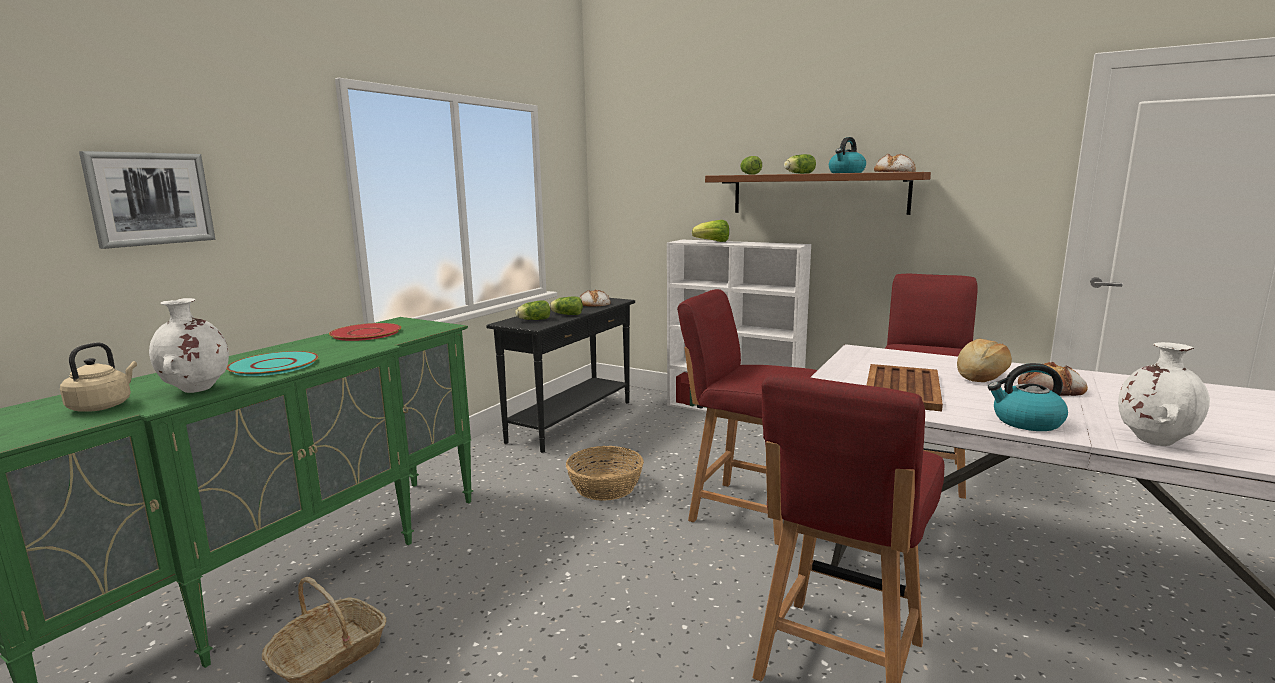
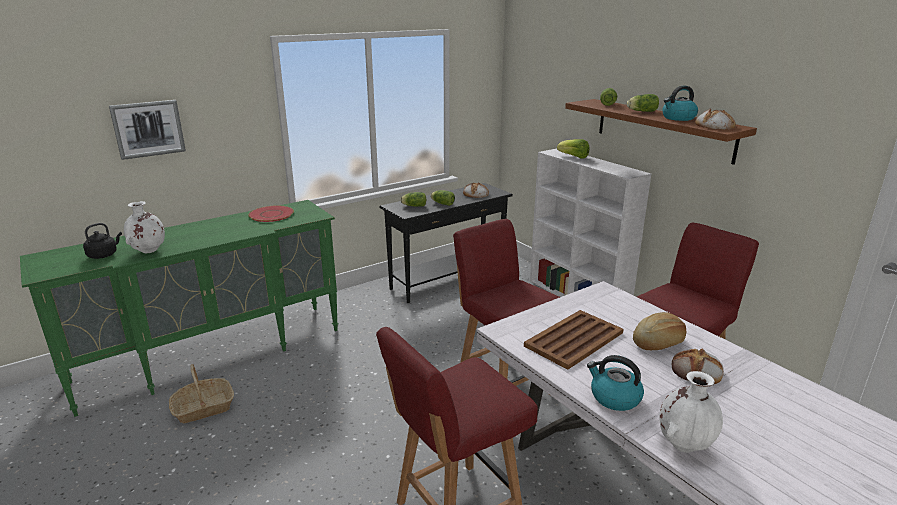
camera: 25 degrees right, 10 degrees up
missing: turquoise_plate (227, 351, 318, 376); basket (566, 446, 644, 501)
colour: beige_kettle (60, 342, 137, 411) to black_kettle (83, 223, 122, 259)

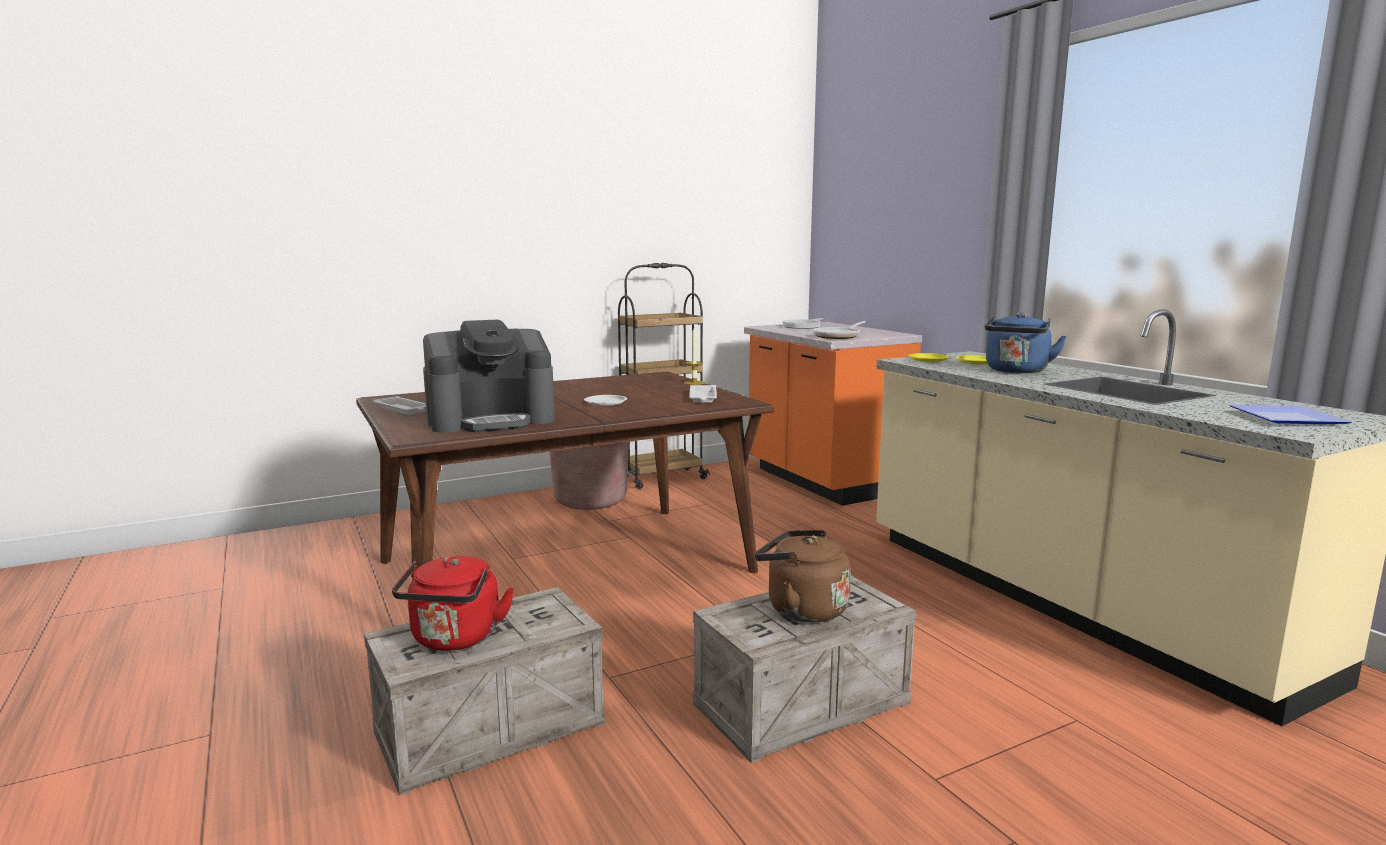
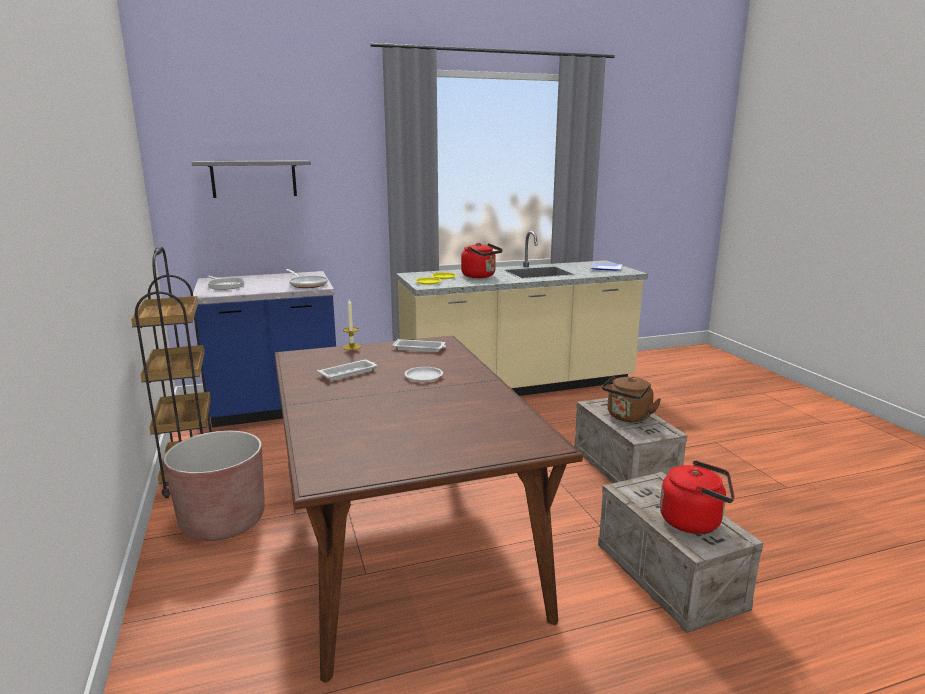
camera: 80 degrees left, 5 degrees up
missing: coffee_machine (423, 320, 555, 433)
appeared: grey_shelf (191, 160, 311, 198)
relocated: white_tray (373, 396, 426, 415) to (317, 360, 377, 380)
colour: orange_counter (744, 322, 922, 506) to blue_counter (193, 271, 336, 427); blue_kettle (985, 312, 1067, 373) to red_kettle (461, 243, 503, 278)

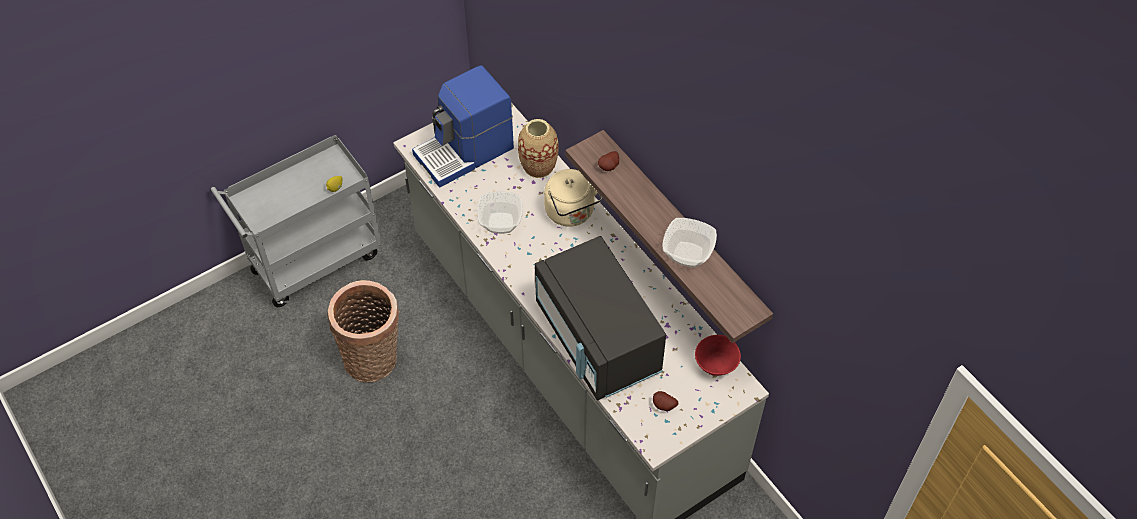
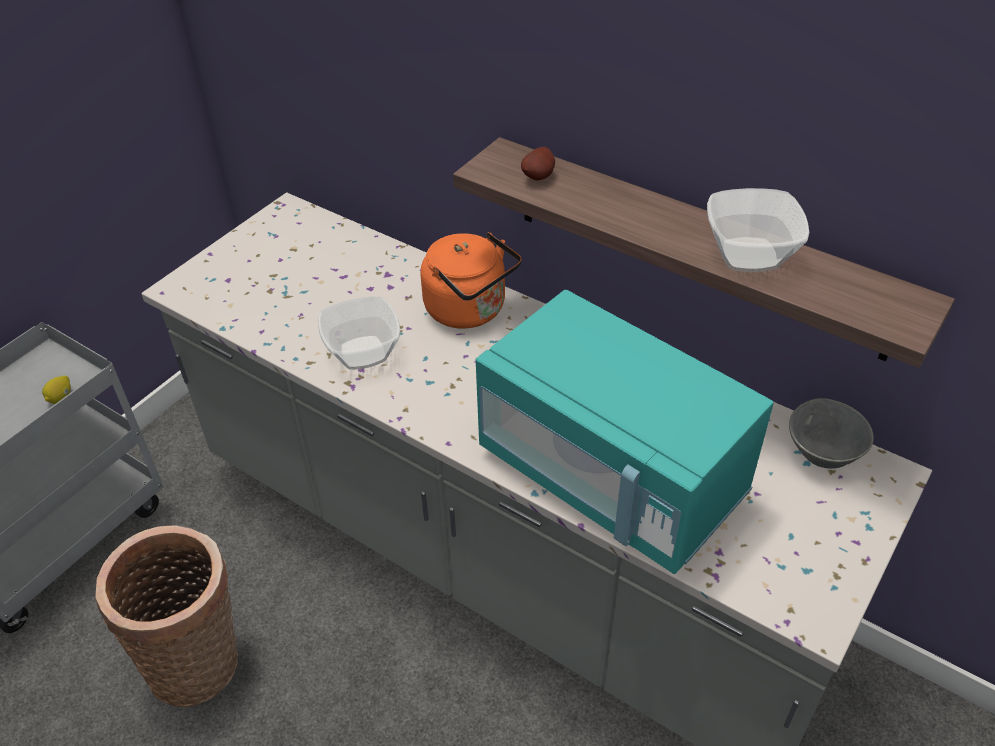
camera: 20 degrees left, 10 degrees down
missing: coffee_machine (412, 65, 514, 188); vase (518, 119, 559, 178); potato (653, 391, 678, 411)
colour: black_microwave (535, 236, 666, 400) to turquoise_microwave (476, 290, 774, 574); beige_kettle (544, 169, 602, 227) to orange_kettle (421, 232, 522, 328); red_bowl (695, 335, 741, 376) to grey_bowl (789, 398, 874, 469)

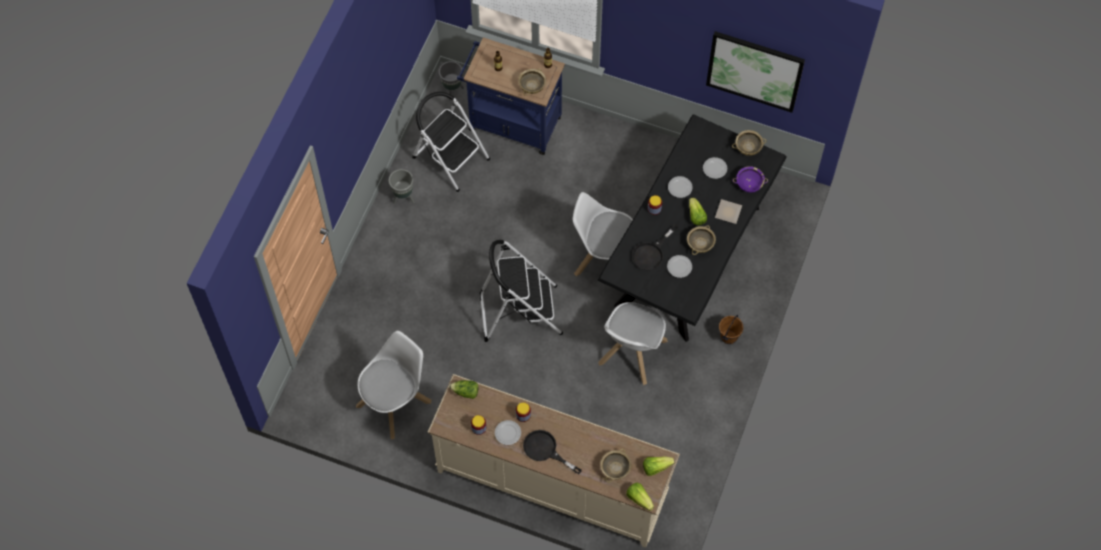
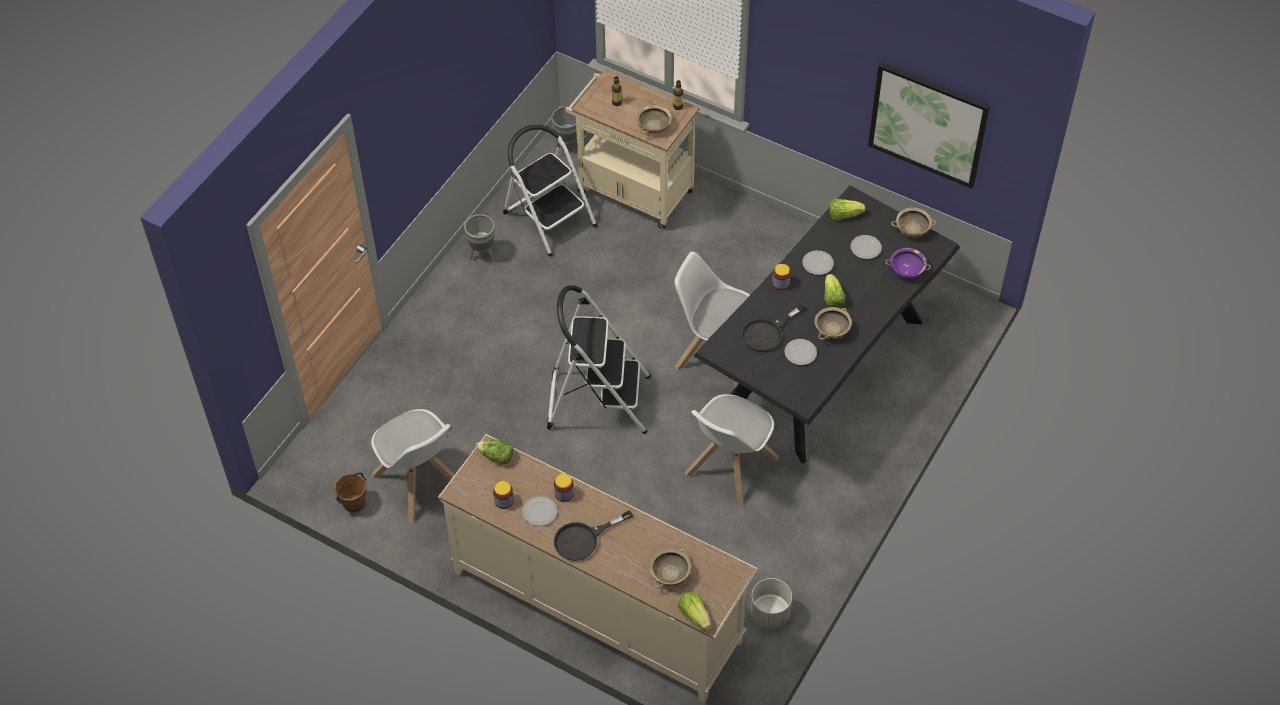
camera: 10 degrees right, 10 degrees down
missing: plate (715, 199, 742, 224)
appeared: grey_planter (750, 578, 792, 629)
relocated: lettuce (643, 456, 674, 476) to (829, 199, 865, 221); brown_bucket (719, 315, 744, 344) to (334, 473, 367, 513)
colour: blue_cart (457, 37, 565, 155) to beige_cart (565, 68, 699, 230)
spun: chair (356, 331, 431, 439) = (371, 409, 455, 522) 90 degrees clockwise; black_frying_pan (523, 430, 582, 474) = (554, 510, 633, 561) 75 degrees counterclockwise

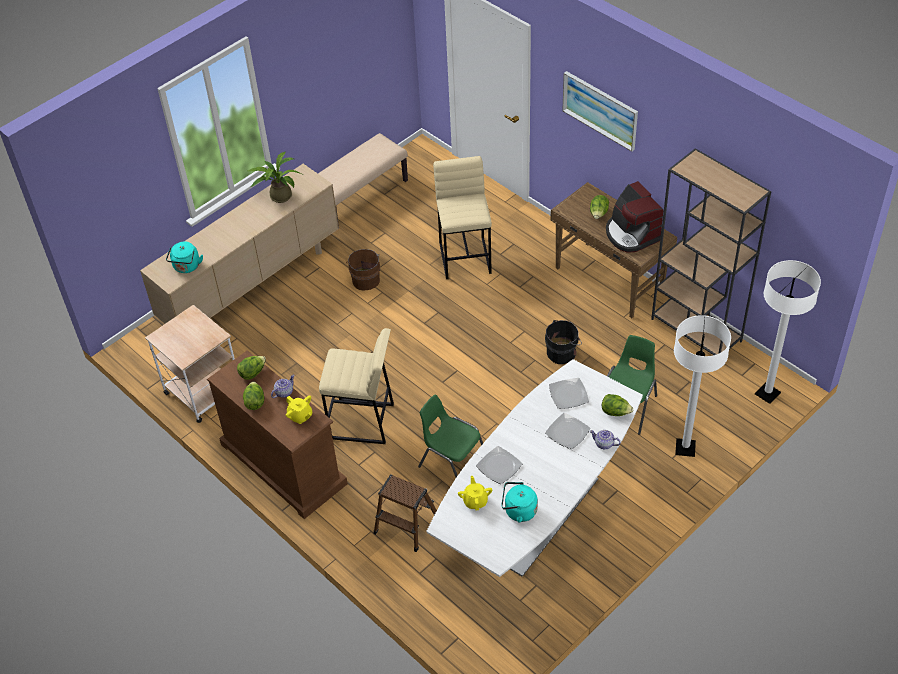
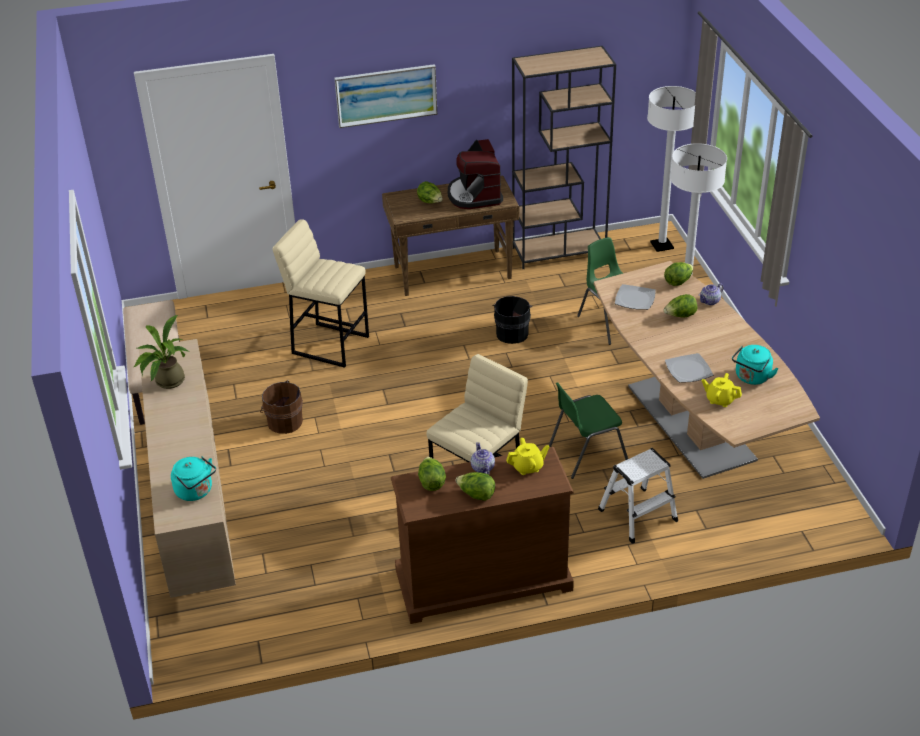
camera: 60 degrees left, 10 degrees down
missing: beige_cart (145, 305, 235, 423)
exchanged: plate (545, 413, 591, 449) to lettuce (664, 294, 697, 318)
colour: brown_step_ladder (373, 474, 437, 552) to white_step_ladder (598, 448, 678, 544); white_dining_table (427, 359, 643, 577) to brown_dining_table (594, 261, 820, 479)
spun: coffee_machine (606, 181, 664, 253) = (448, 139, 503, 209) 75 degrees clockwise

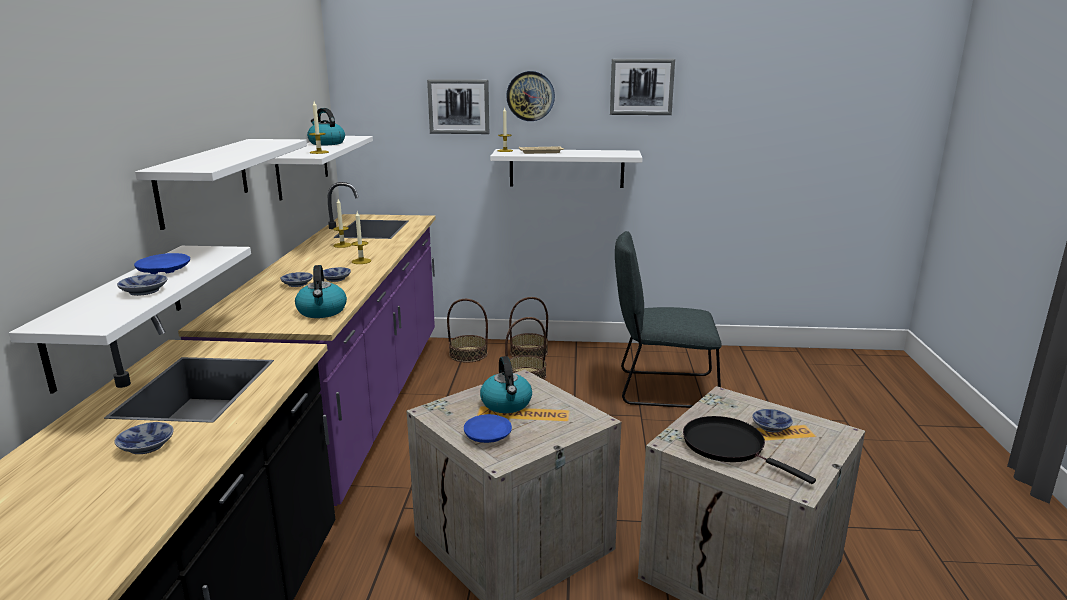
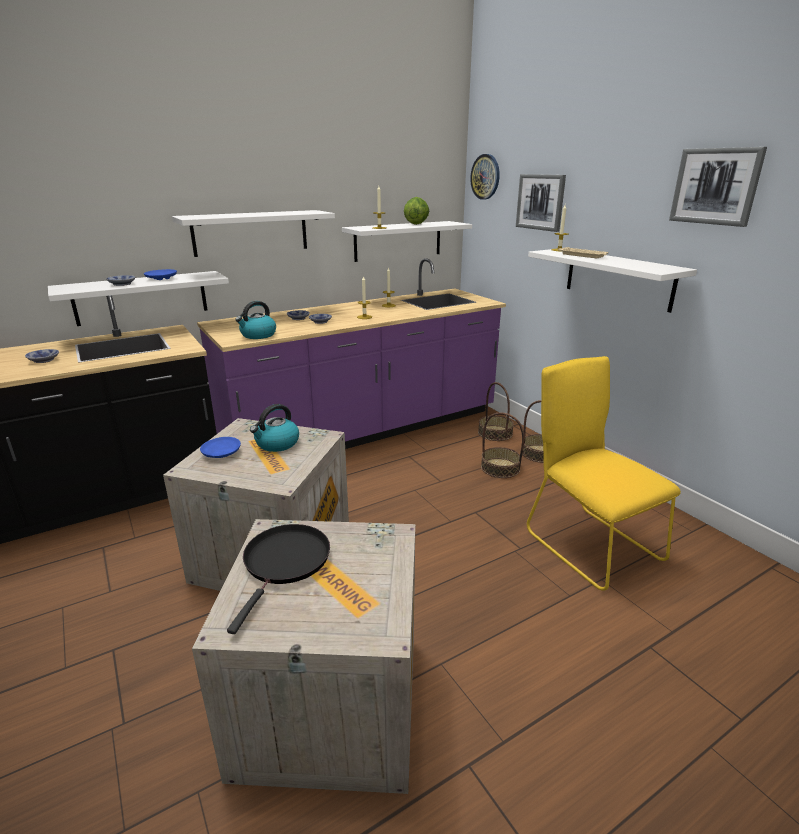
camera: 55 degrees right, 5 degrees up
missing: bowl (752, 409, 793, 432)
relocated: wall_clock (506, 71, 555, 121) to (470, 154, 500, 200)
exchanged: kettle (307, 108, 345, 145) to lettuce (404, 197, 429, 225)
colour: grey_chair (615, 231, 722, 408) to yellow_chair (527, 356, 681, 591)

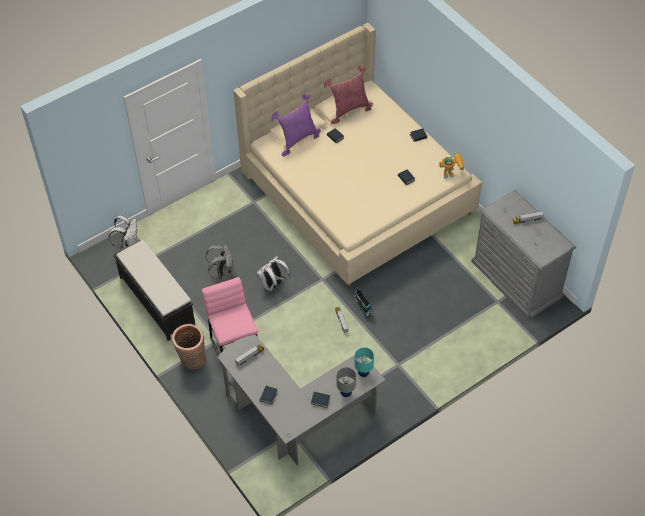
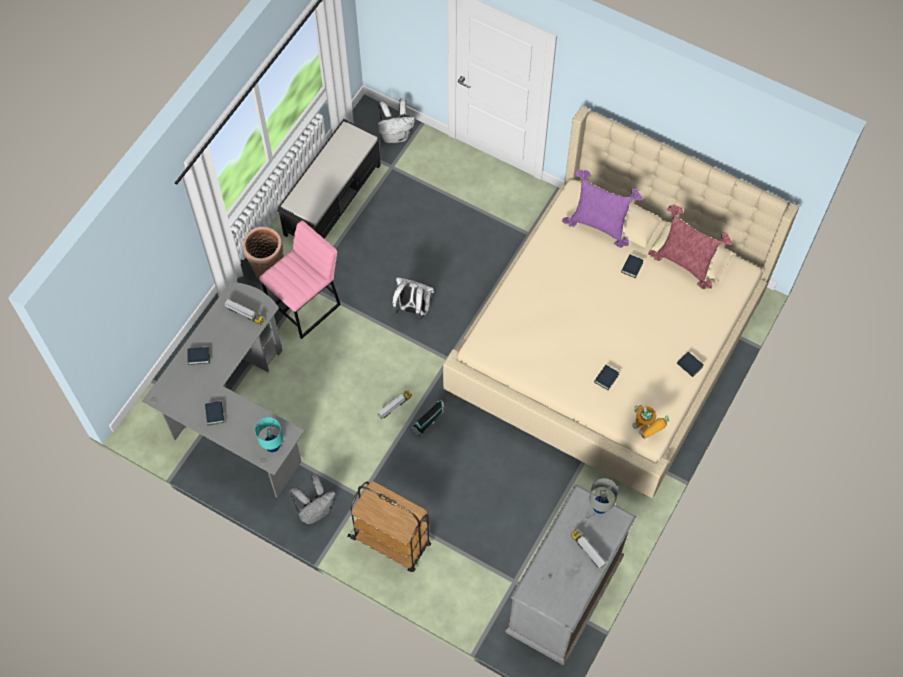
camera: 65 degrees right, 10 degrees up
appeared: brown_cart (347, 481, 431, 572)
relocated: grey_backpack (205, 244, 234, 281) to (289, 474, 336, 524); grey_table_lamp (337, 367, 356, 397) to (589, 478, 618, 514)

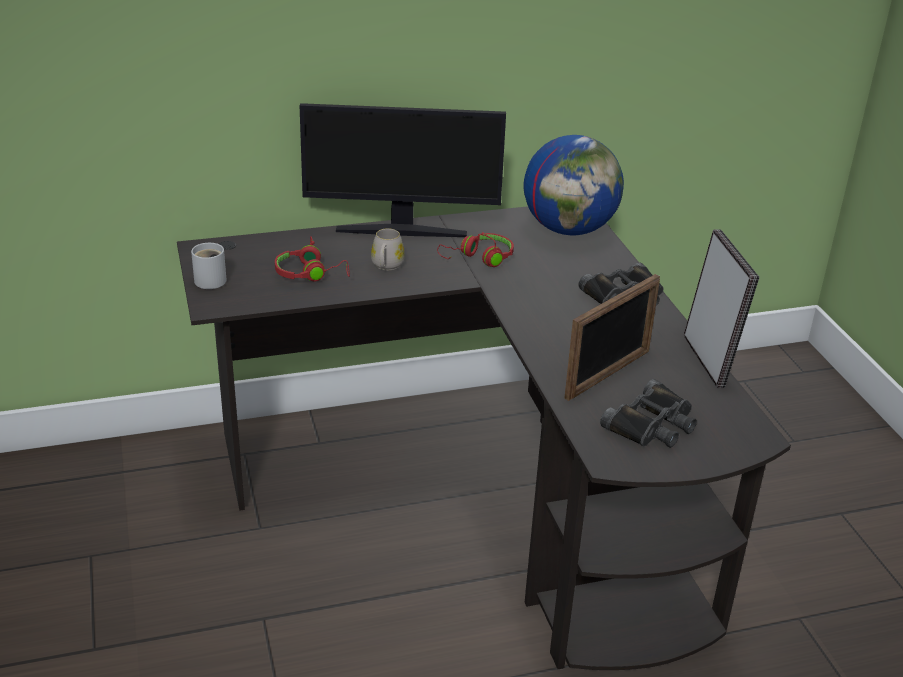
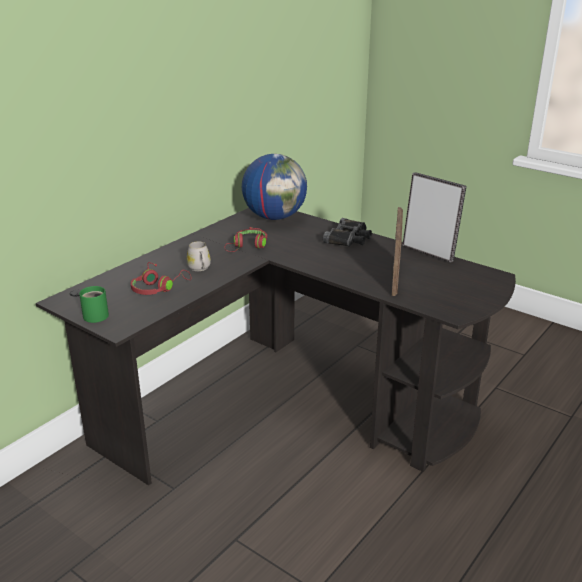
camera: 35 degrees left, 5 degrees down
missing: monitor (300, 103, 506, 237); black_binoculars (600, 379, 697, 448)
colour: white_mug (191, 243, 227, 289) to green_mug (79, 286, 109, 323)

